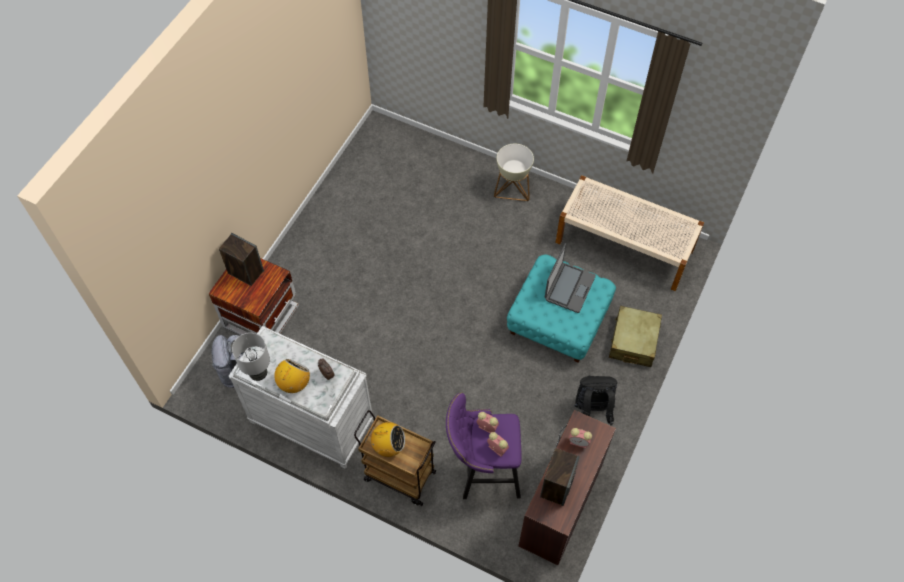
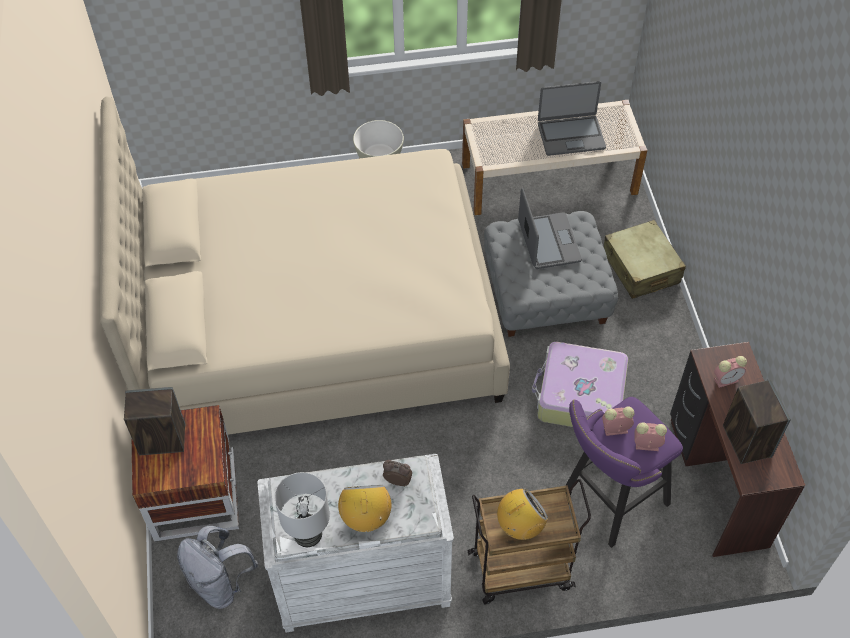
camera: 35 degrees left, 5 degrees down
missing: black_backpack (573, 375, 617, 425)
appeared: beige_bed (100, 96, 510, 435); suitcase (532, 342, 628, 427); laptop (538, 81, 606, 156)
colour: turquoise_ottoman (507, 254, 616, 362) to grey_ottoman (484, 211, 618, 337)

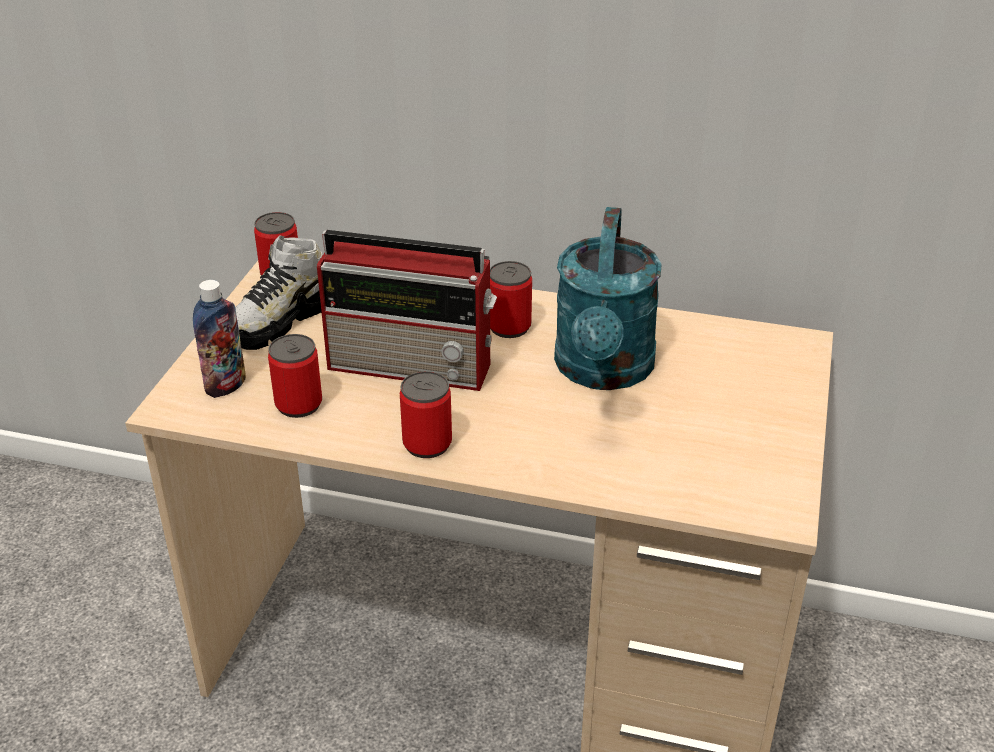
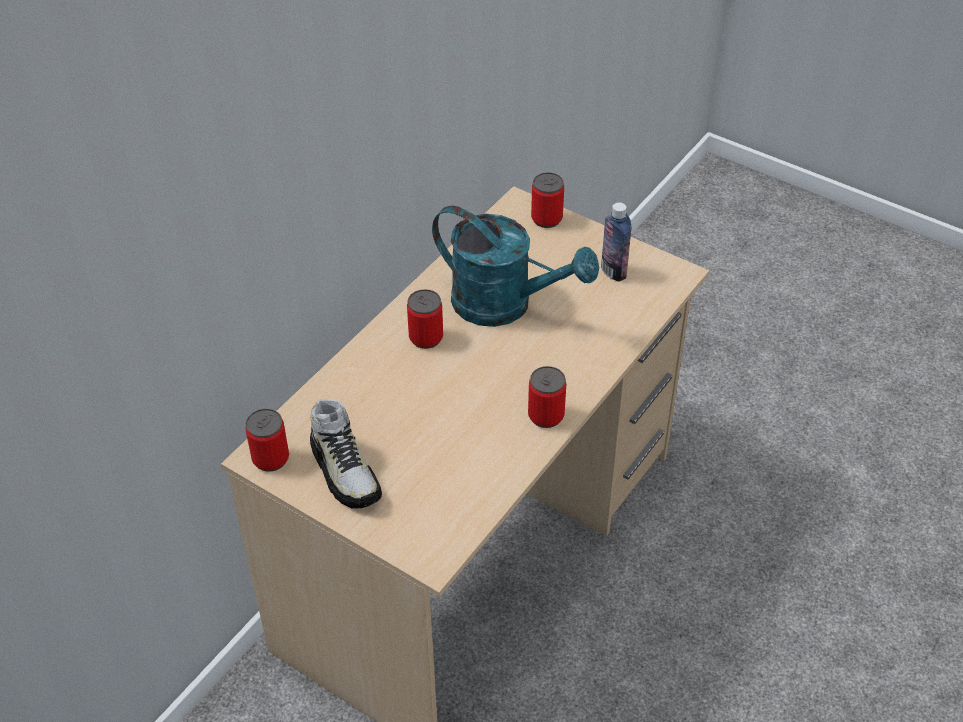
camera: 70 degrees left, 10 degrees up
missing: radio (317, 230, 497, 391)
relocated: bottle (193, 280, 246, 398) to (601, 202, 631, 282); can (268, 334, 322, 418) to (531, 172, 564, 228)

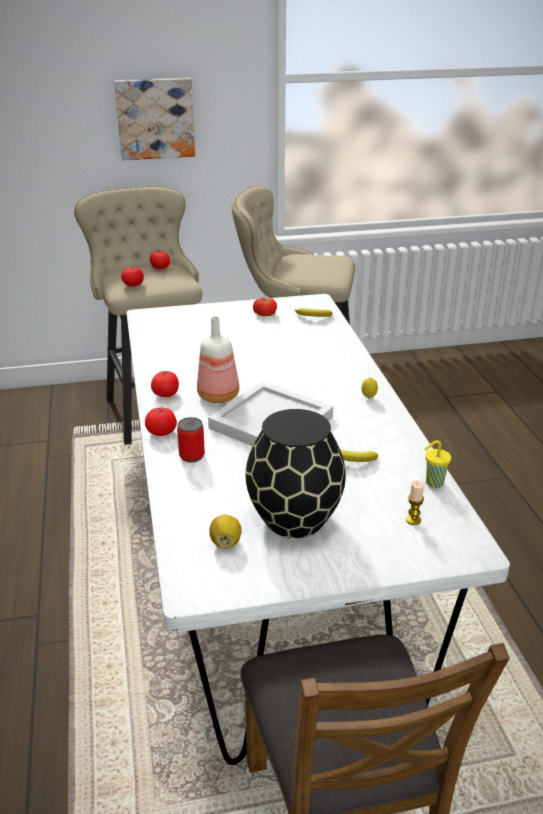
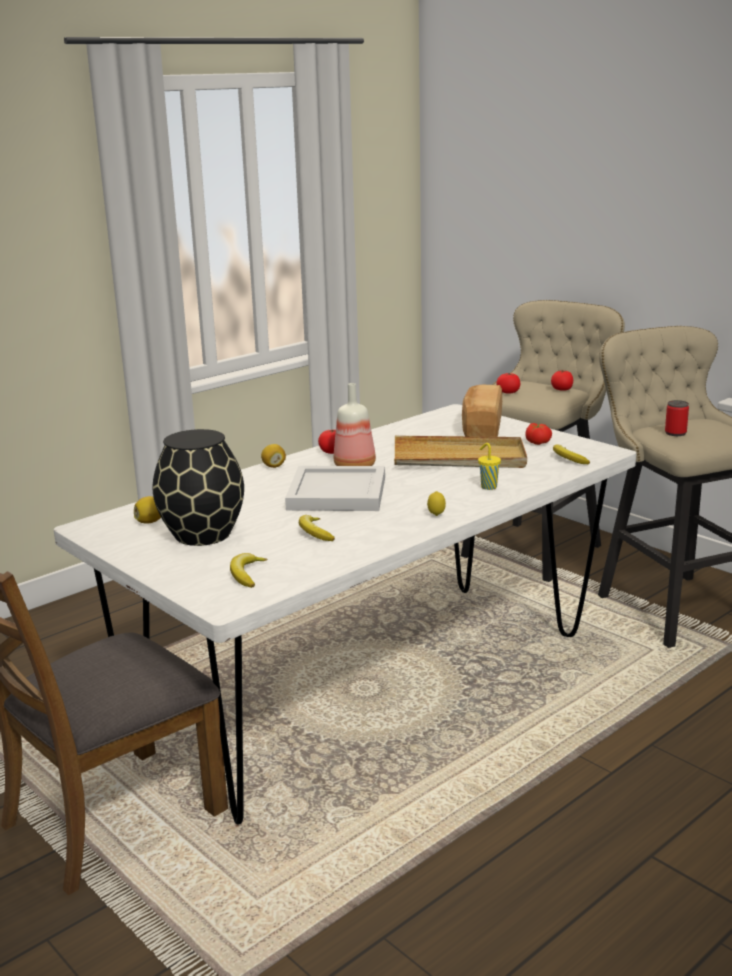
camera: 60 degrees right, 10 degrees down
missing: picture (114, 78, 195, 160)
appeared: beige_tray (394, 436, 527, 468); bread (462, 385, 502, 437)
relocated: can (177, 417, 205, 462) to (665, 400, 689, 436); yellow_cup (424, 440, 451, 488) to (478, 443, 501, 490)
exchanged: tomato (145, 408, 177, 436) to lemon (261, 444, 286, 468); candle (406, 480, 424, 525) to banana (230, 553, 268, 588)

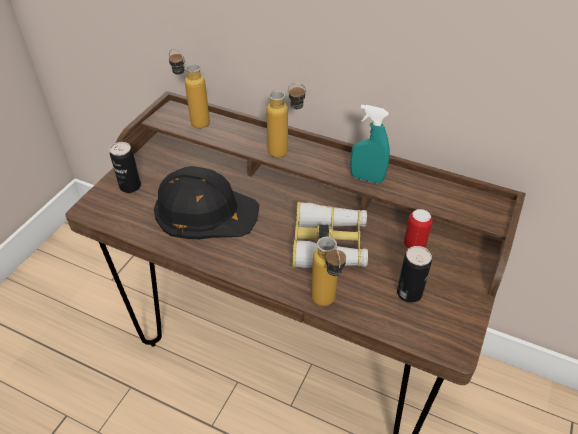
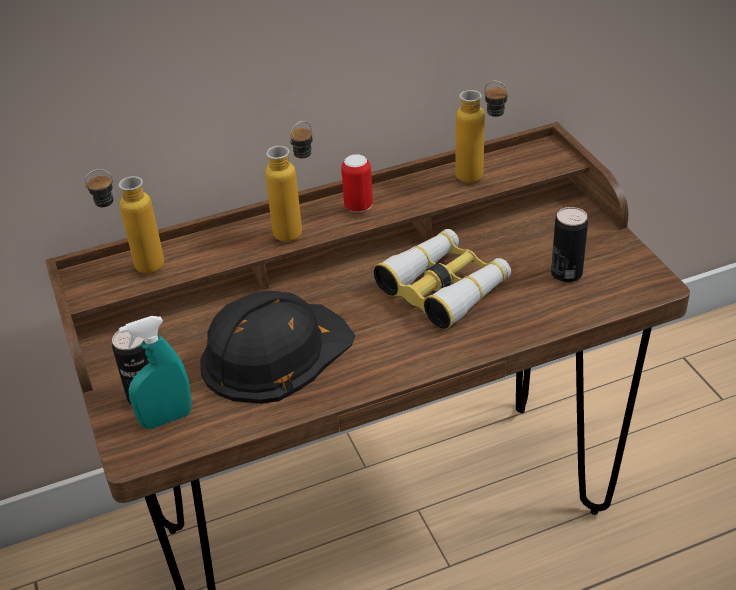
camera: 45 degrees left, 5 degrees down
relocated: bottle (311, 237, 346, 306) to (455, 81, 508, 183); turquoise_spray_bottle (350, 105, 390, 183) to (119, 316, 191, 429); can (404, 209, 433, 249) to (341, 154, 373, 212)

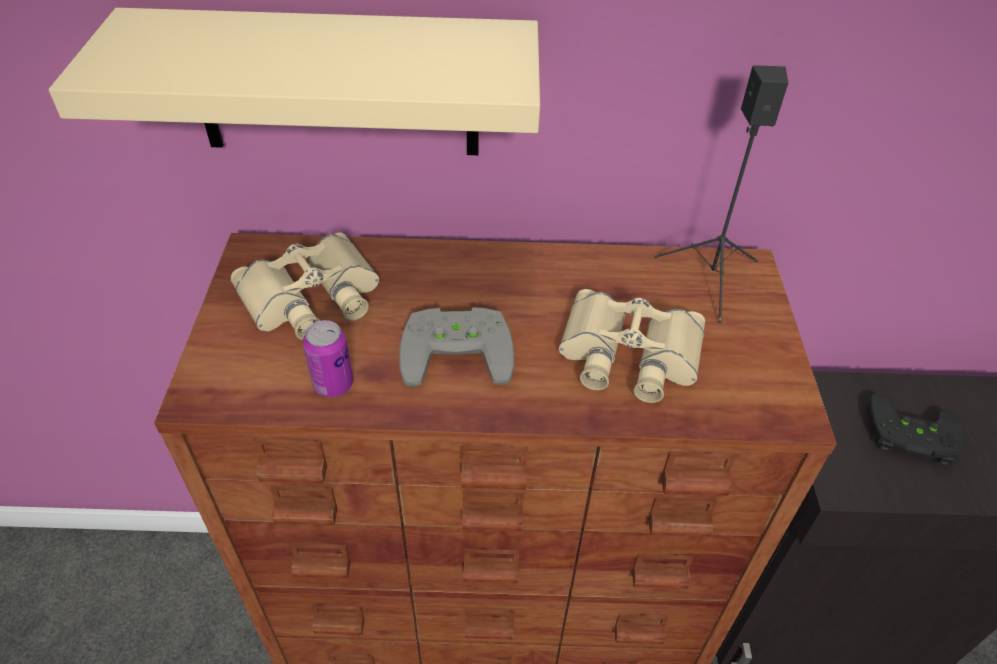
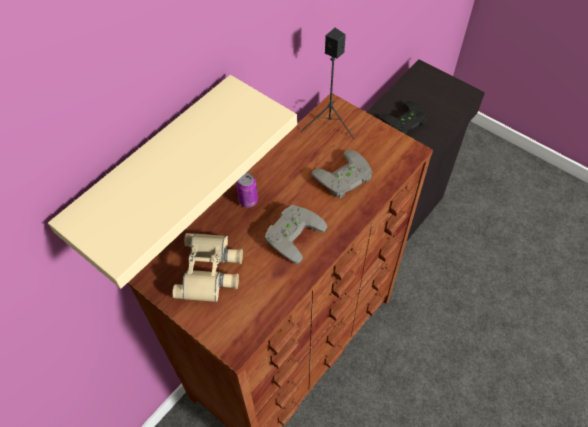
camera: 50 degrees left, 10 degrees up
relocated: can (303, 320, 353, 398) to (236, 173, 258, 208)
exchanged: beige_binoculars (559, 289, 705, 403) to grey_game_controller (312, 150, 372, 198)

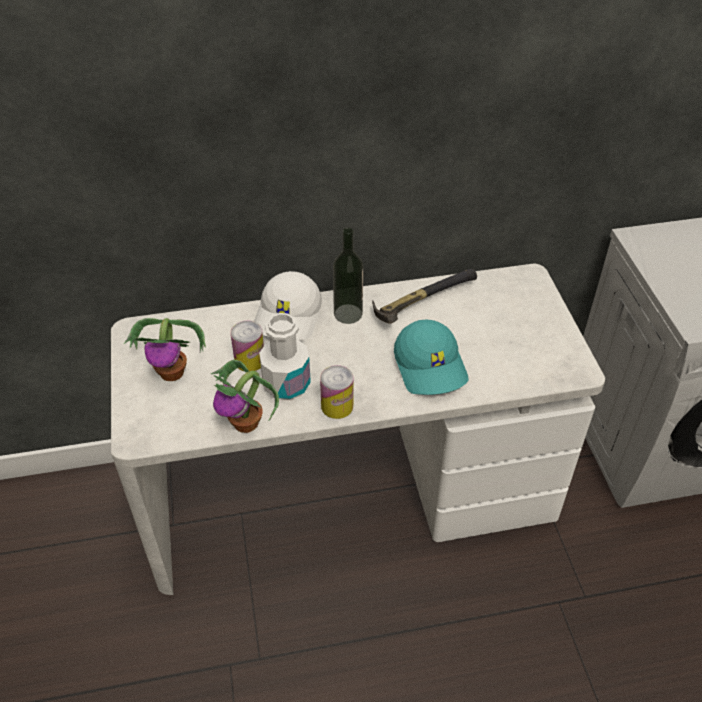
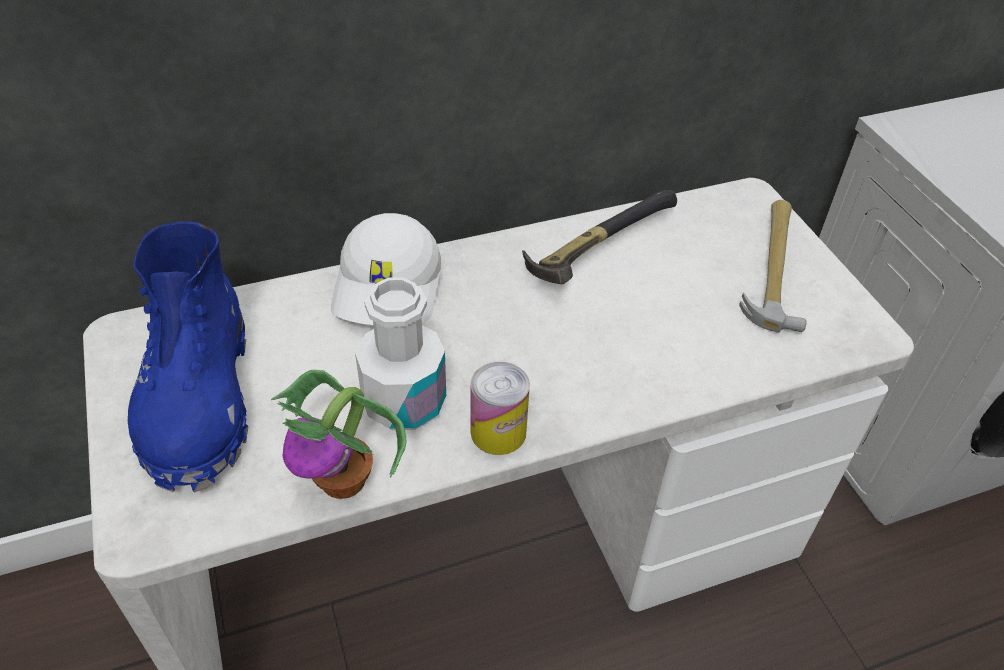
camera: 10 degrees left, 0 degrees up
missing: can (230, 321, 264, 372); bottle (333, 228, 363, 324); turquoise_cap (394, 319, 469, 395)
appeared: hammer (739, 200, 807, 333)
exchanged: potted_plant (124, 318, 206, 381) to blue_boot (128, 221, 248, 493)

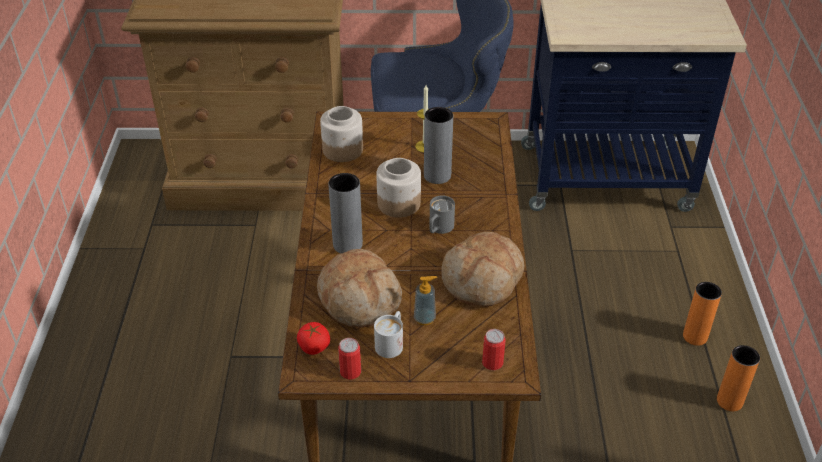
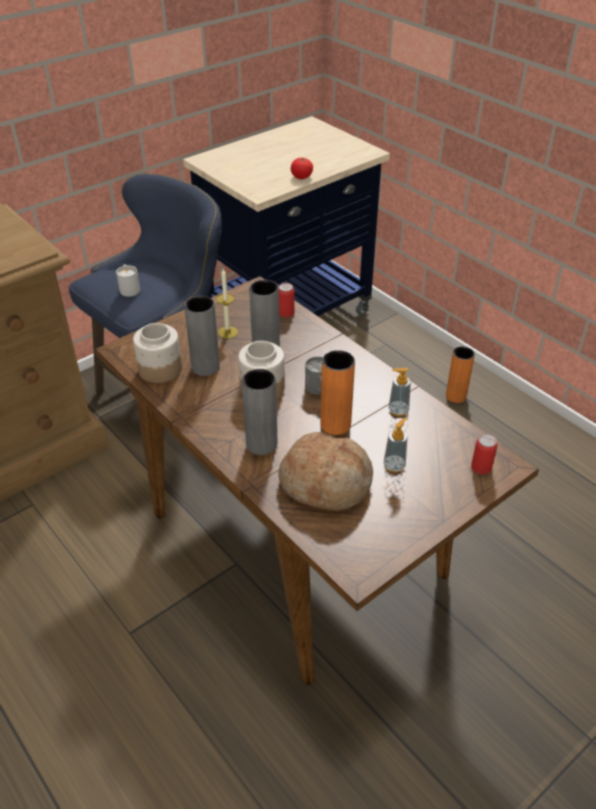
camera: 40 degrees left, 0 degrees up
appeared: grey_vase (184, 296, 220, 376)
relocated: tomato (297, 322, 330, 355) to (291, 158, 313, 179); can (338, 338, 361, 379) to (279, 283, 295, 317); white_mug (374, 311, 403, 358) to (116, 264, 140, 297); orange_vase (717, 345, 760, 411) to (320, 350, 355, 435)
exchanged: bread (441, 232, 524, 307) to soap_dispenser (389, 368, 411, 416)

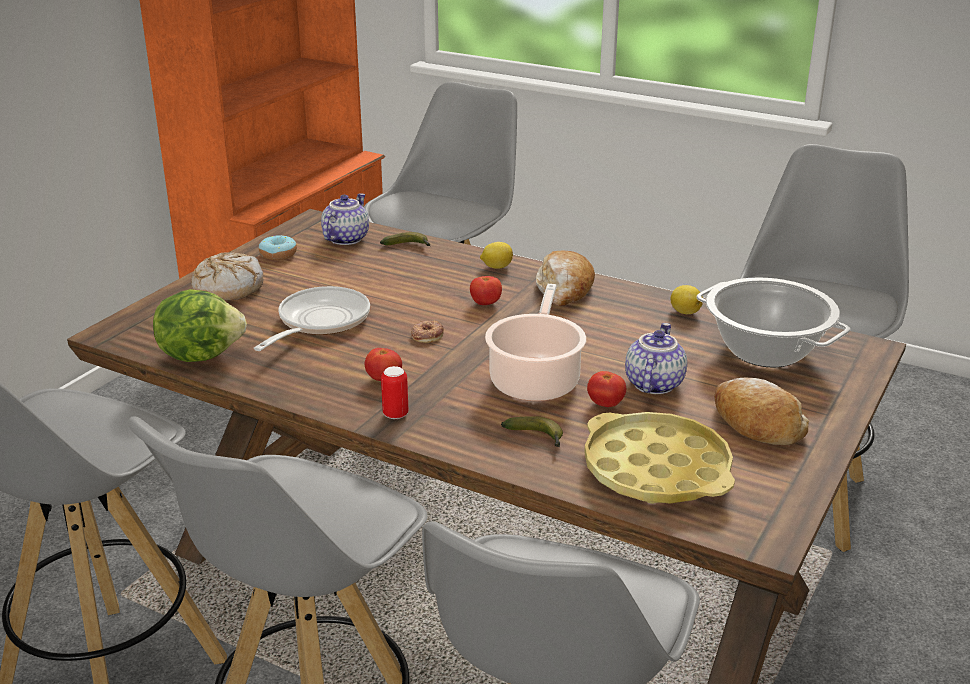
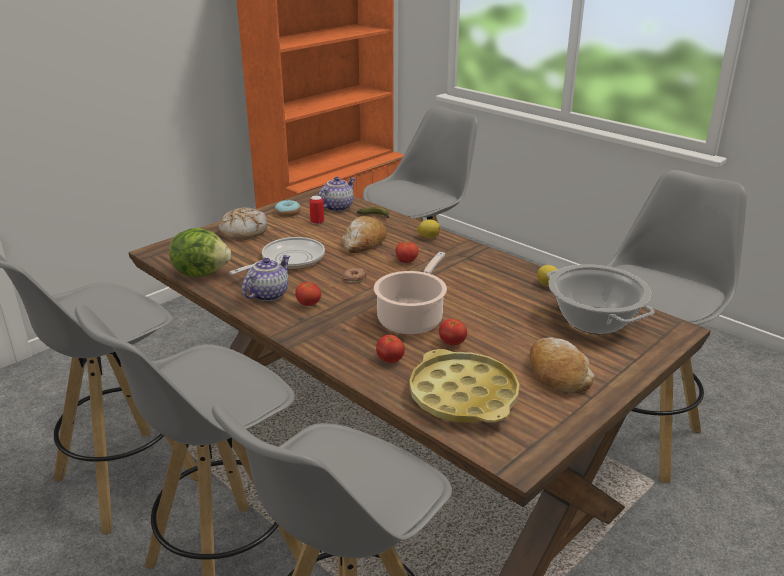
camera: 15 degrees right, 0 degrees up
relocated: can (381, 366, 408, 419) to (309, 196, 324, 225); bread (536, 251, 595, 306) to (342, 216, 387, 253); teapot (625, 323, 687, 394) to (242, 255, 290, 301)
exchanged: banana (501, 416, 563, 447) to tomato (376, 335, 405, 363)

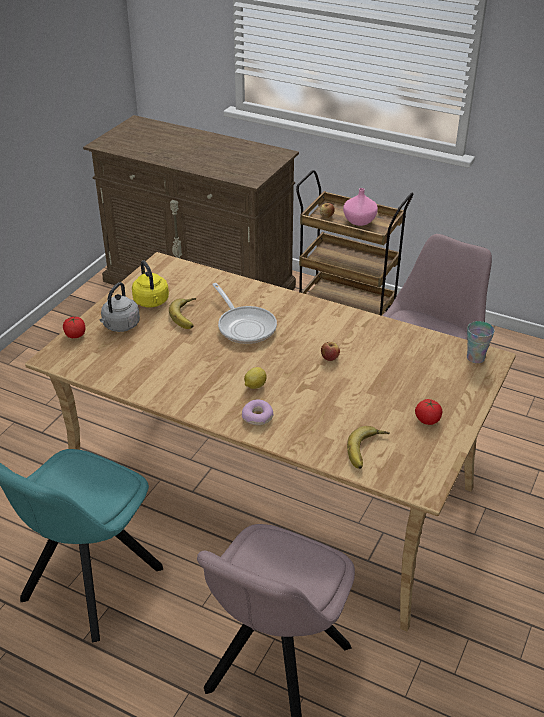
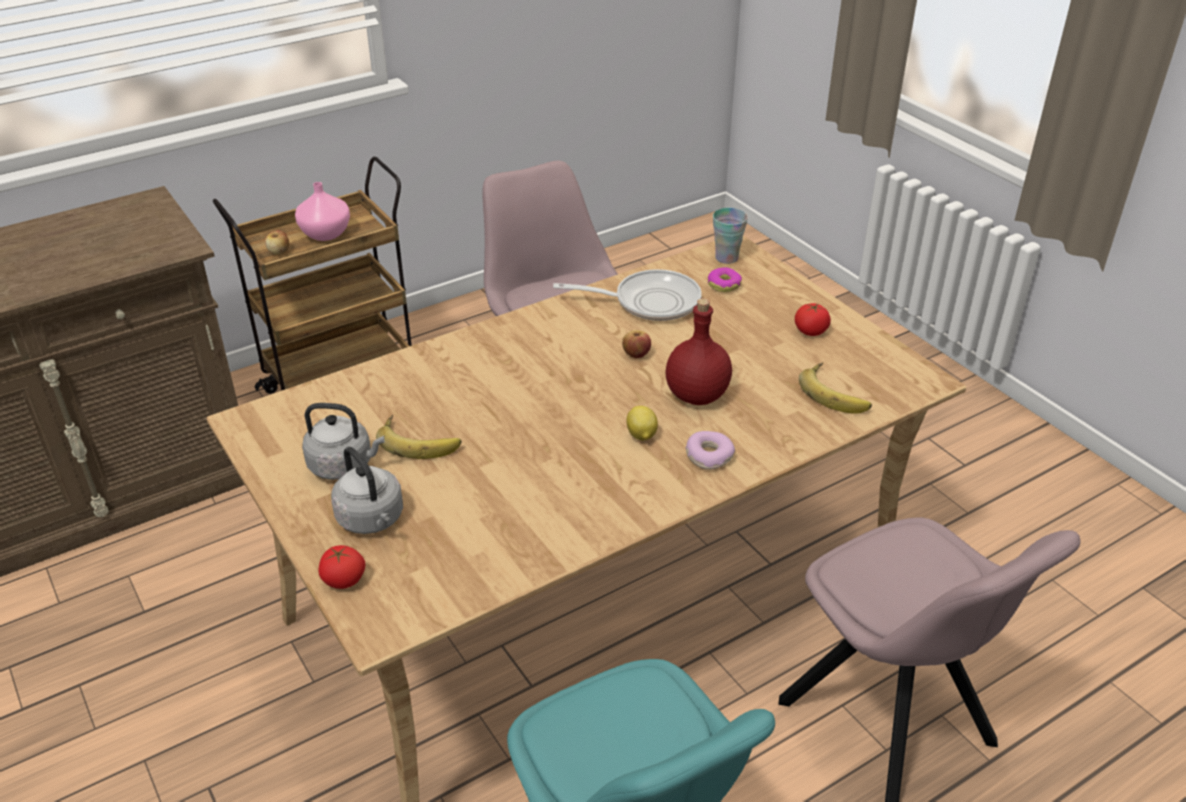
camera: 60 degrees left, 0 degrees up
appeared: red_bottle (665, 298, 732, 405); donut (708, 268, 742, 292)
relocated: frying_pan (212, 283, 277, 344) to (553, 269, 702, 321)
colour: yellow_kettle (132, 260, 169, 307) to grey_kettle (302, 403, 384, 480)

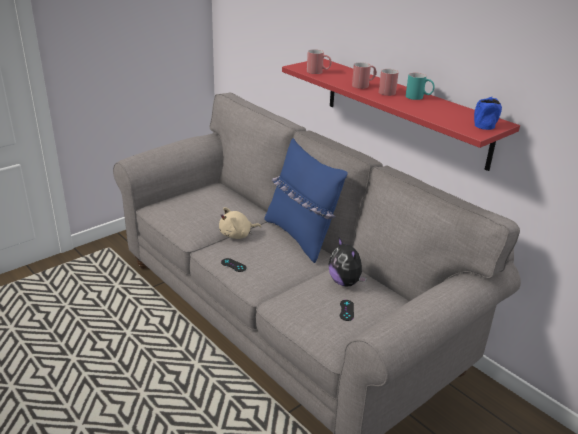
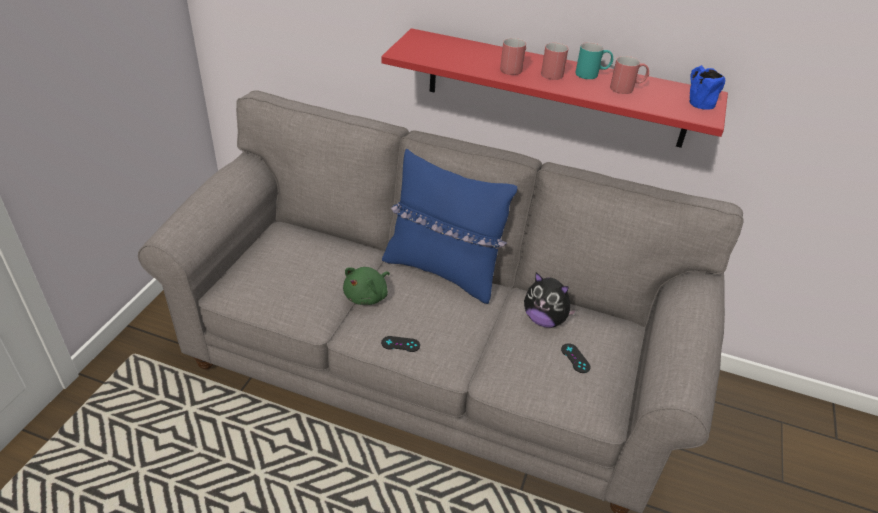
camera: 30 degrees left, 10 degrees up
relocated: red_mug (307, 49, 332, 74) to (610, 56, 649, 94)
colour: beige_plush_toy (219, 207, 261, 239) to green_plush_toy (343, 267, 390, 305)

